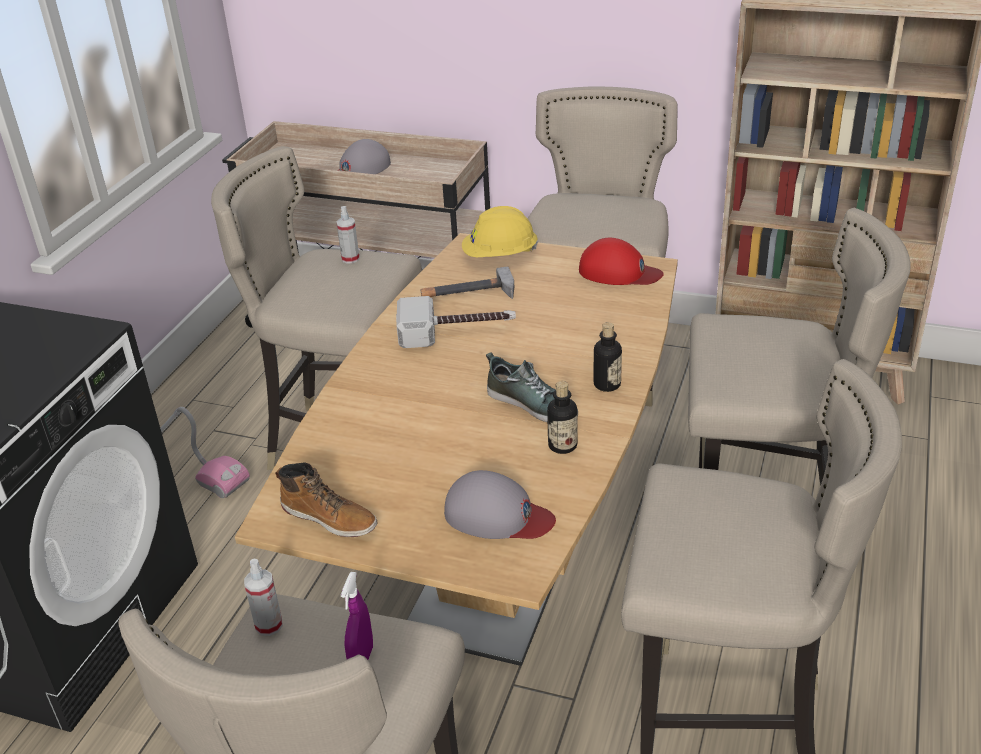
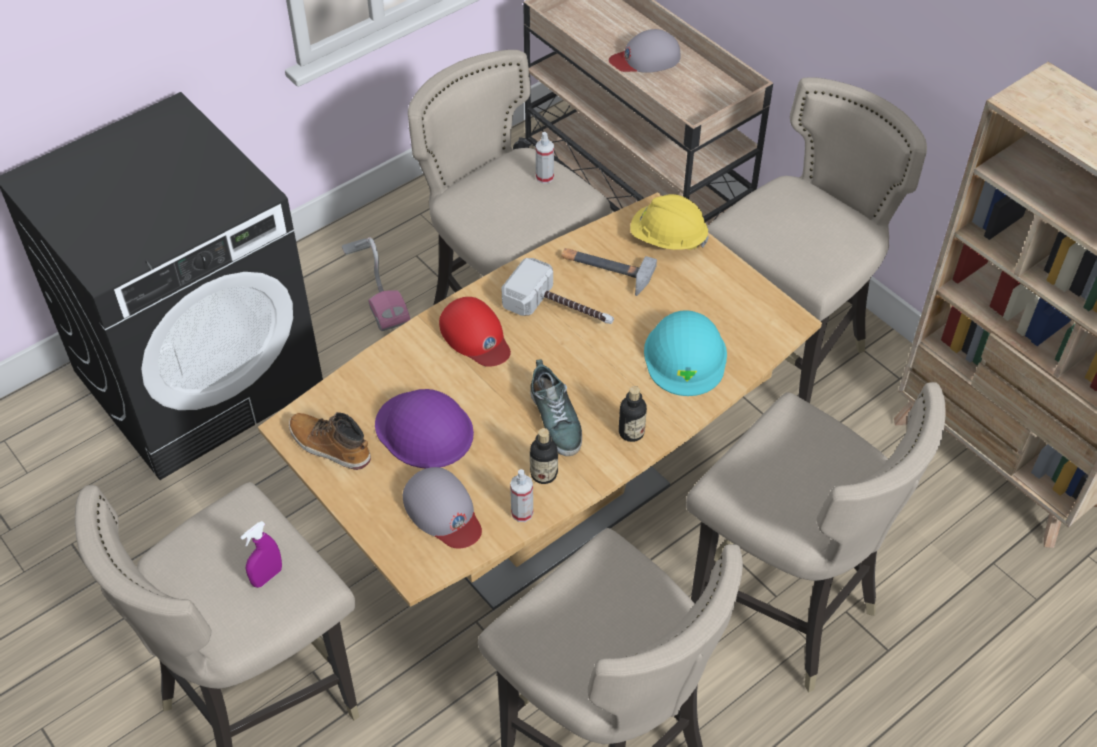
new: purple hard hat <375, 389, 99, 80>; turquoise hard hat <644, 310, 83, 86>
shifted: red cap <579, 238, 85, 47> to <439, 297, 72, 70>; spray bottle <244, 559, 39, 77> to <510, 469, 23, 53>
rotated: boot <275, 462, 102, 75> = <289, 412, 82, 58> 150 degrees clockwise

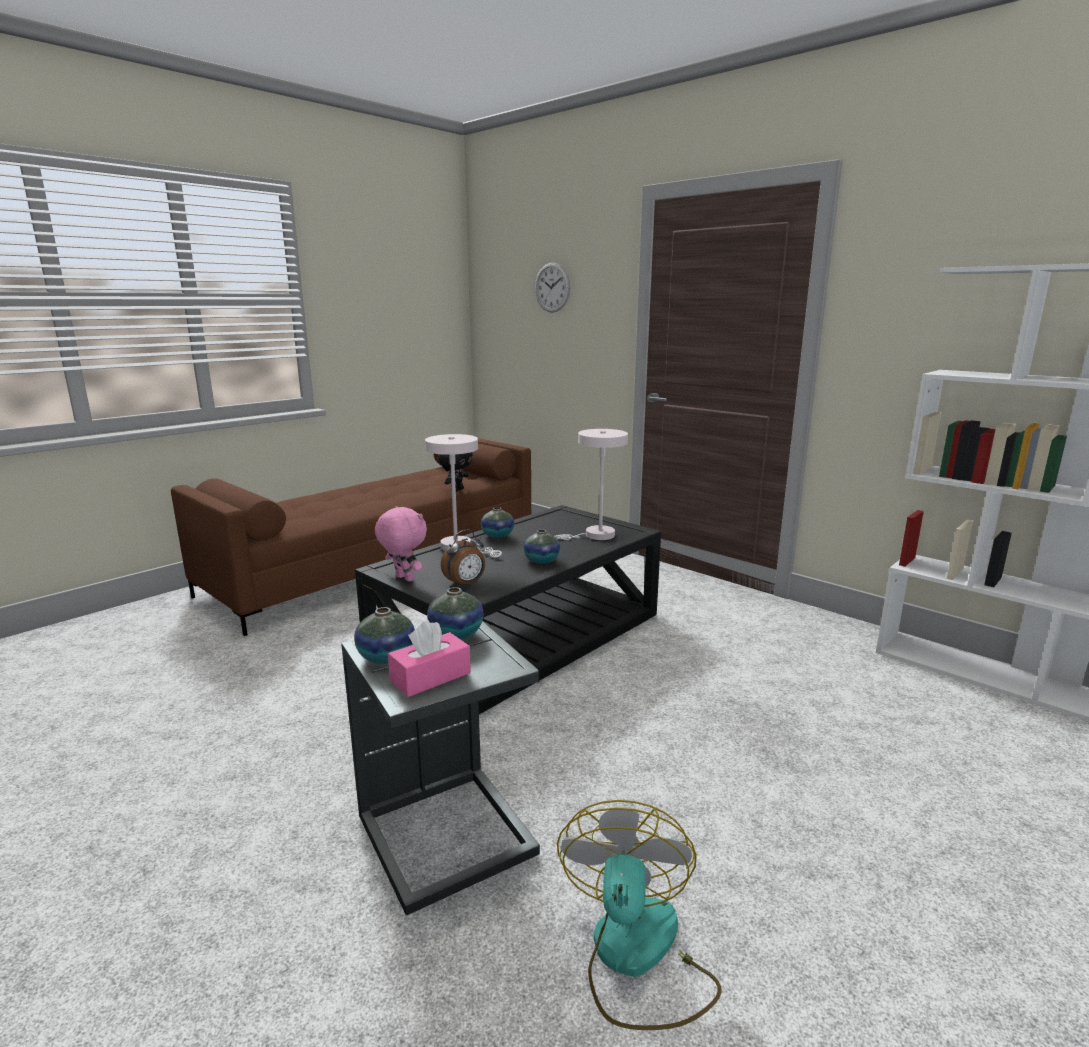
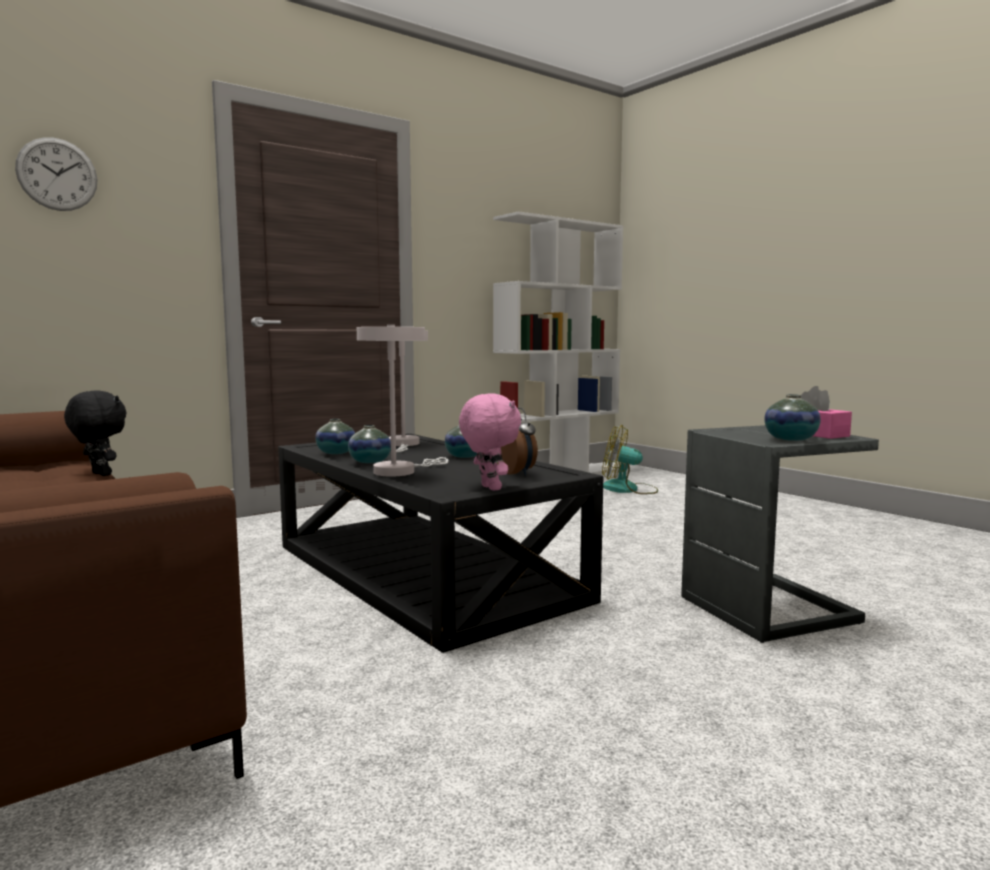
shifted: vase <427, 587, 56, 52> to <315, 419, 40, 35>; fan <557, 800, 165, 230> to <602, 425, 56, 69>
rotated: pink plush toy <375, 506, 52, 76> = <459, 393, 62, 97> 105 degrees clockwise

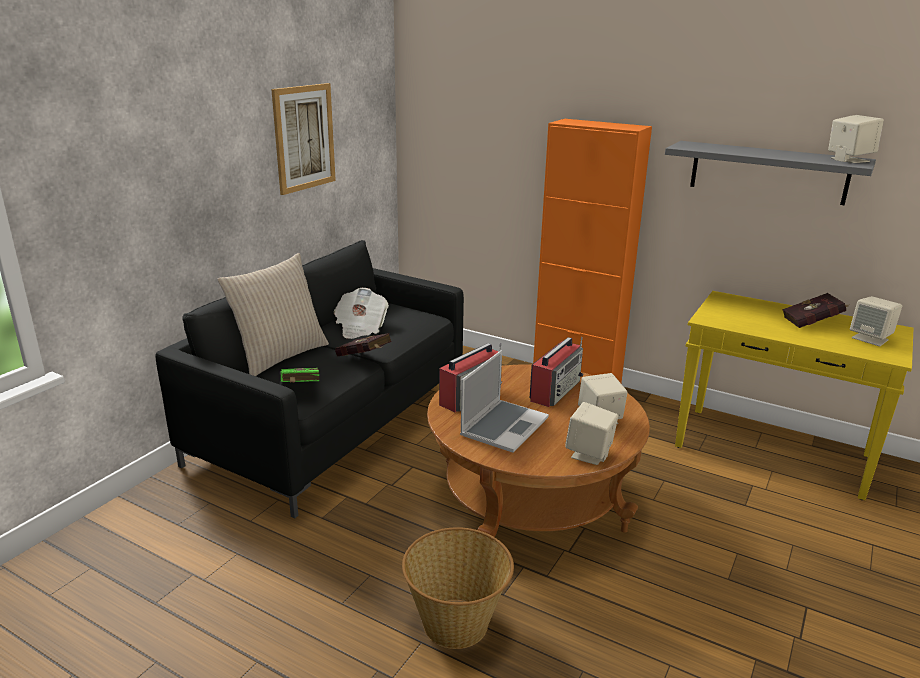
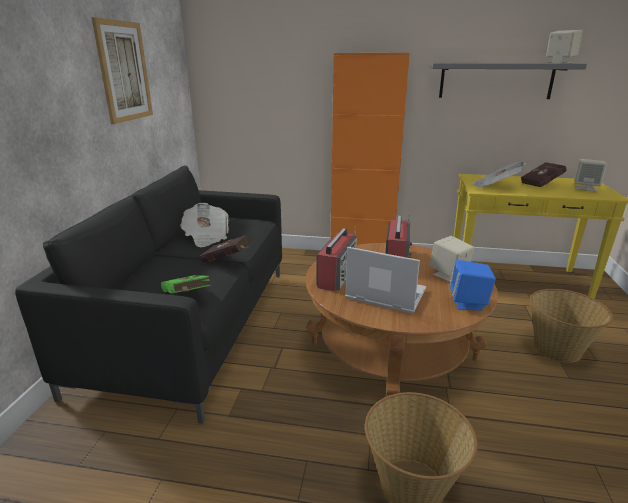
gone: beige pillow <217, 253, 112, 123>
new: newspaper <472, 162, 54, 26>; basket <530, 289, 83, 74>
repainted: beige speaker <565, 402, 53, 63> to blue speaker <450, 260, 46, 51>
rotated: laptop <460, 350, 89, 103> = <345, 247, 81, 67> 75 degrees counterclockwise

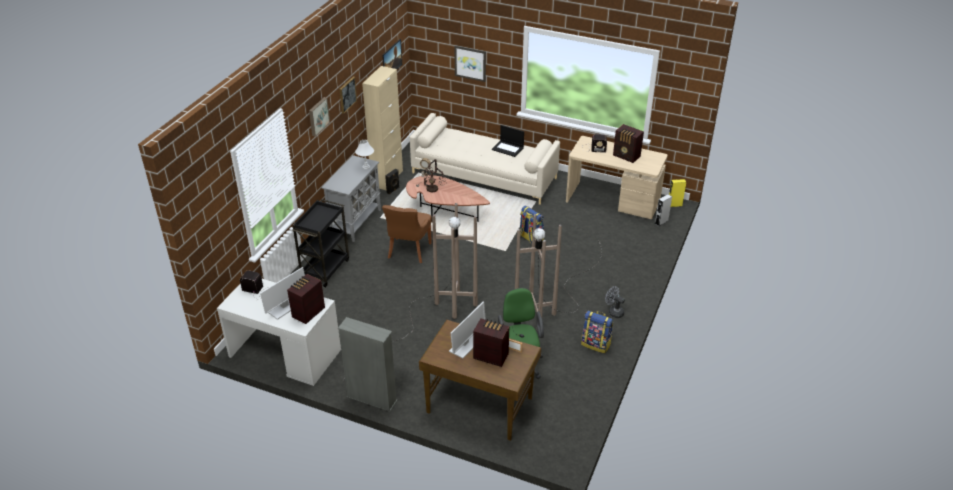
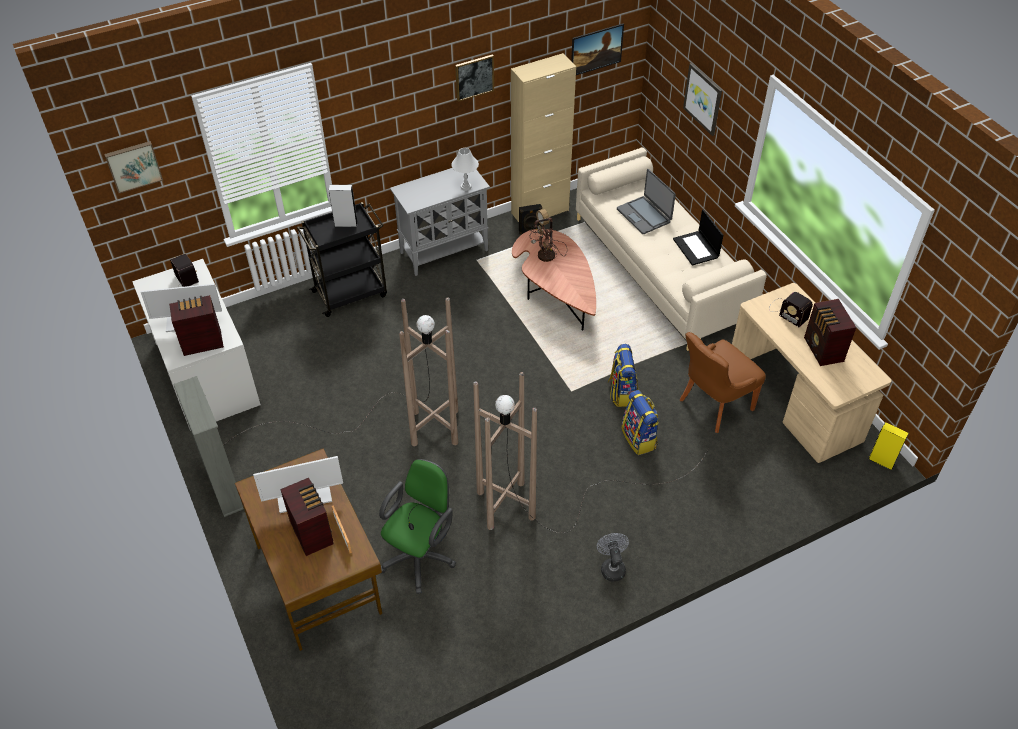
new: laptop <617, 169, 59, 65>
shifted: picture <309, 97, 21, 40> to <104, 141, 59, 52>; grey speaker <655, 194, 17, 32> to <329, 185, 29, 42>; backpack <581, 311, 32, 42> to <621, 390, 38, 65>; brown chair <382, 205, 50, 58> to <680, 332, 86, 101>

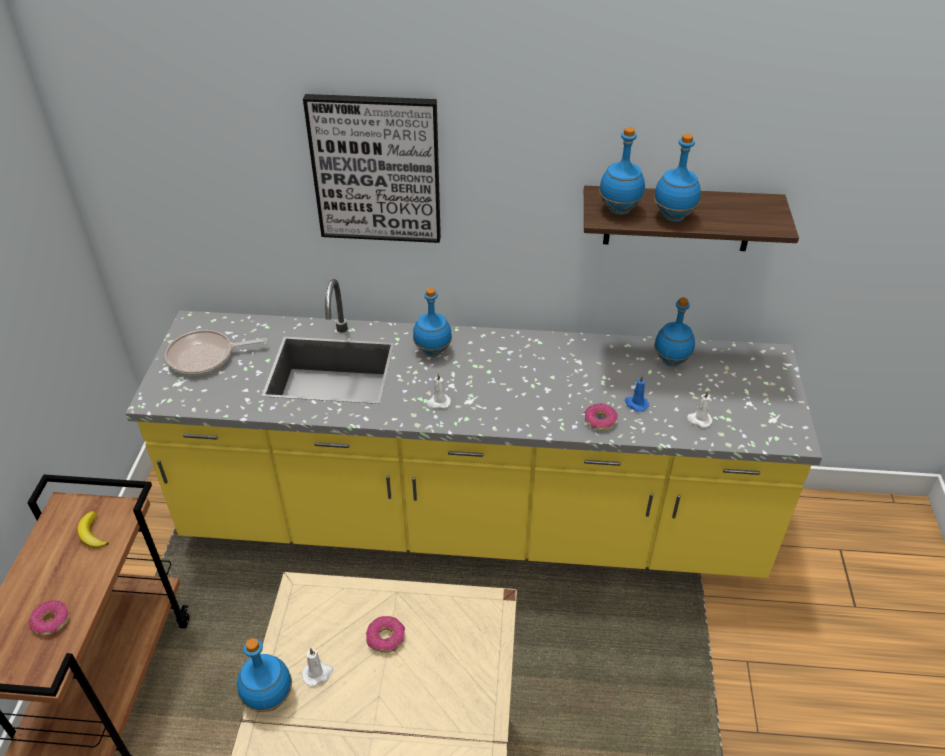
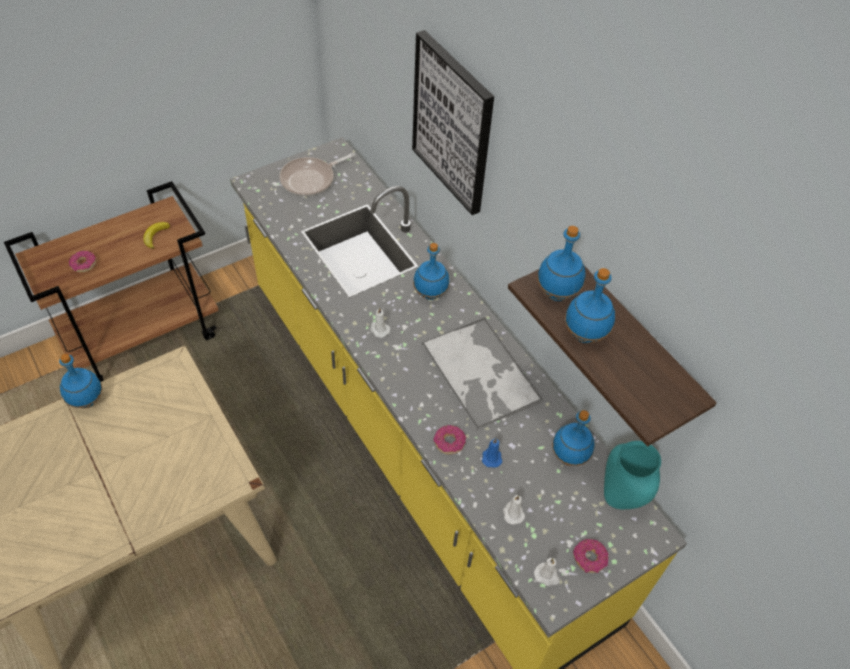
new: tray <422, 317, 121, 113>; turquoise vase <604, 441, 57, 68>
shifted: white candle <302, 648, 31, 39> to <534, 558, 26, 28>; donut <366, 616, 39, 37> to <573, 539, 35, 34>
rotated: frying pan <165, 330, 103, 46> = <280, 153, 75, 43> 75 degrees counterclockwise

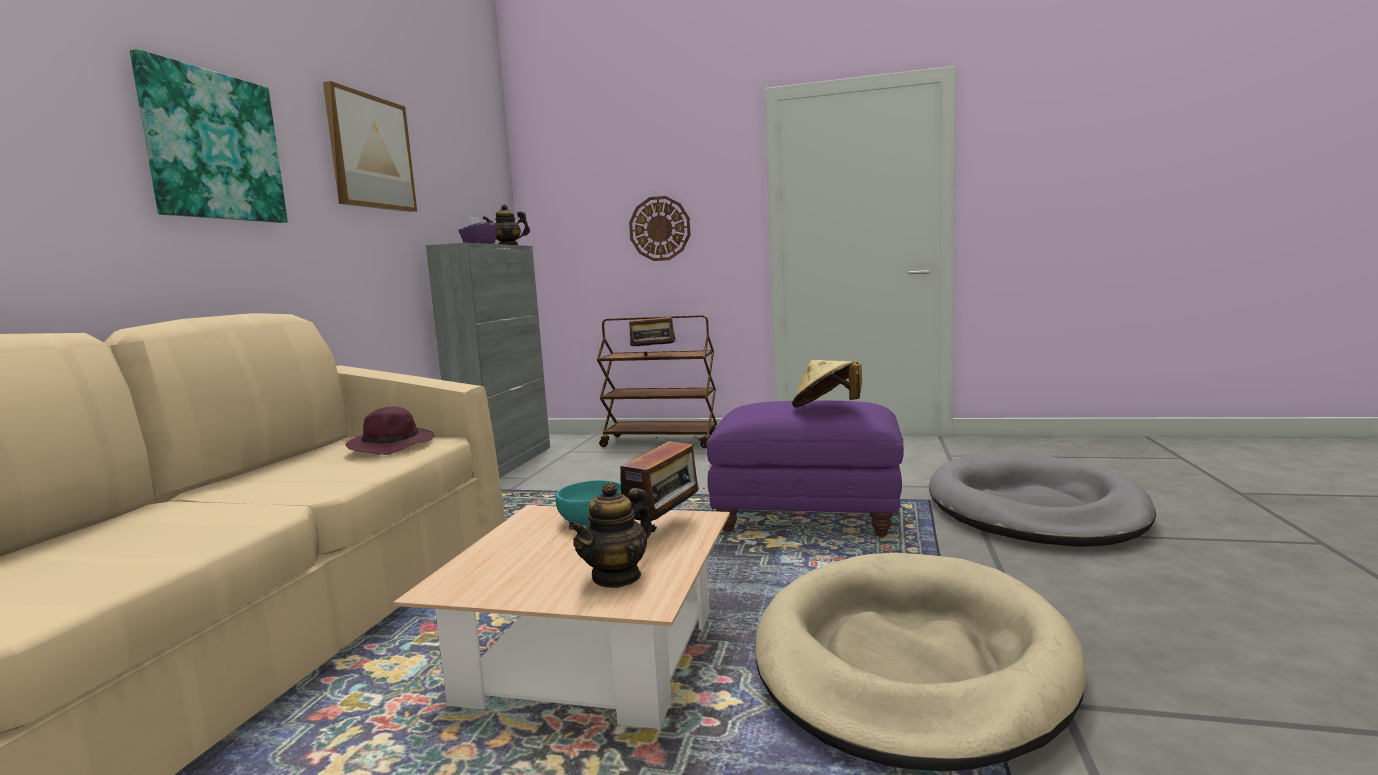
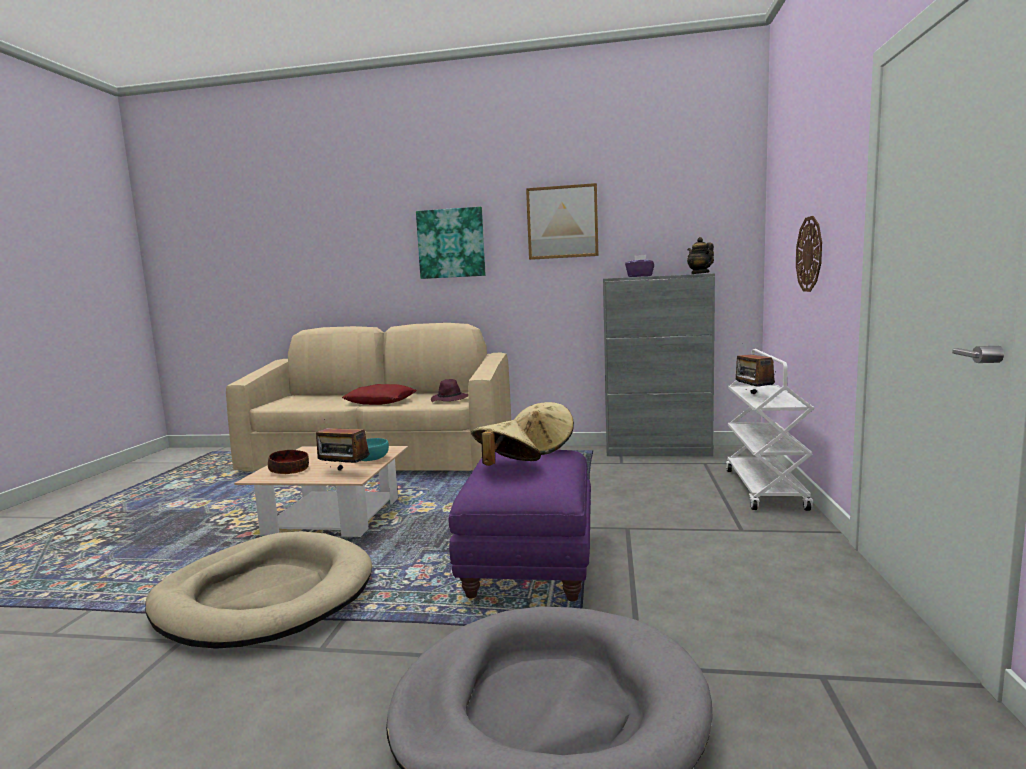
new: red pillow <342, 384, 75, 21>; beige hat <514, 402, 60, 53>
swapped: teapot <568, 481, 84, 107> to bowl <268, 450, 41, 24>
repainted: brown cart <597, 315, 121, 133> to white cart <726, 349, 88, 162>

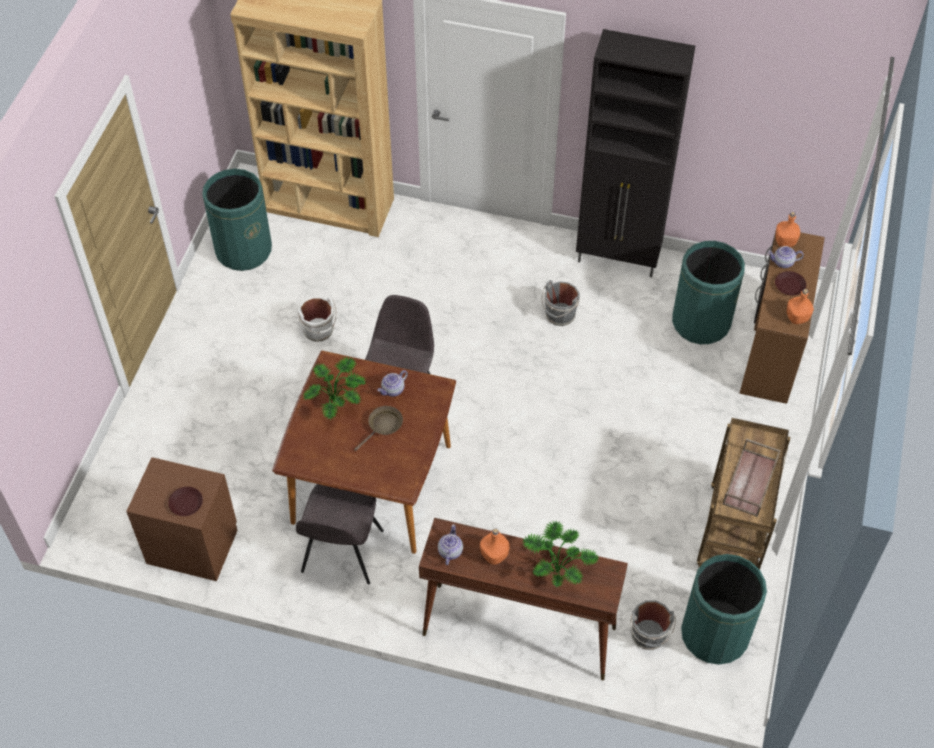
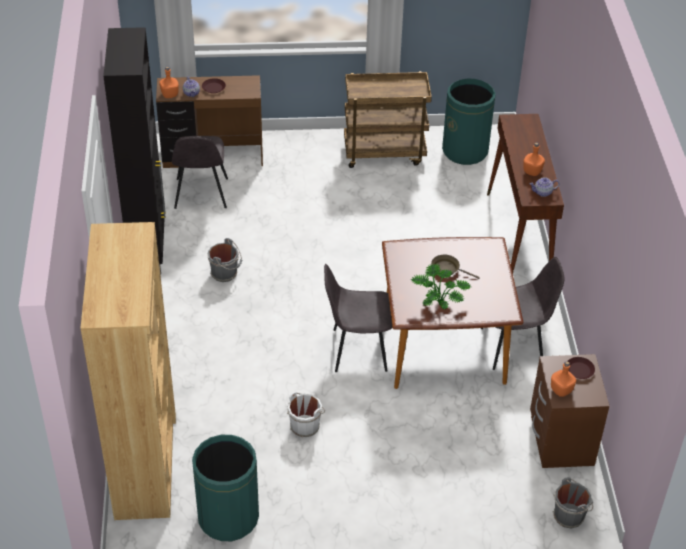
gone: teapot <377, 370, 31, 27>; potted plant <523, 520, 76, 68>; brown tray <722, 439, 59, 78>
shifted: orange bottle <787, 289, 27, 35> to <551, 361, 25, 36>; grey bucket <630, 601, 46, 49> to <553, 477, 40, 52>
swapped: green trash can <672, 241, 73, 103> to grey chair <172, 136, 56, 73>

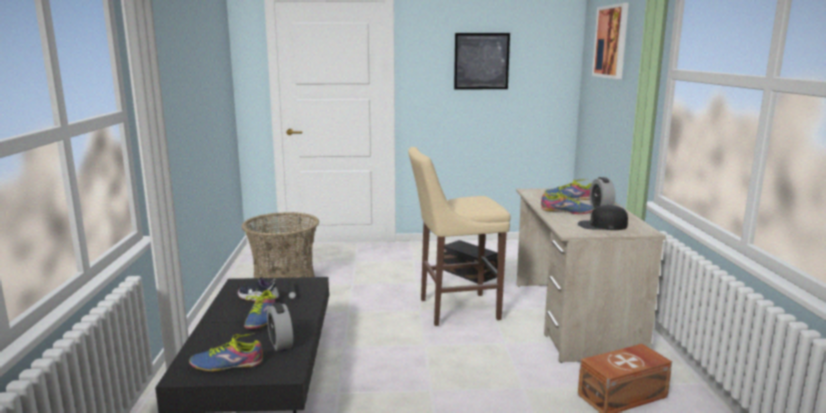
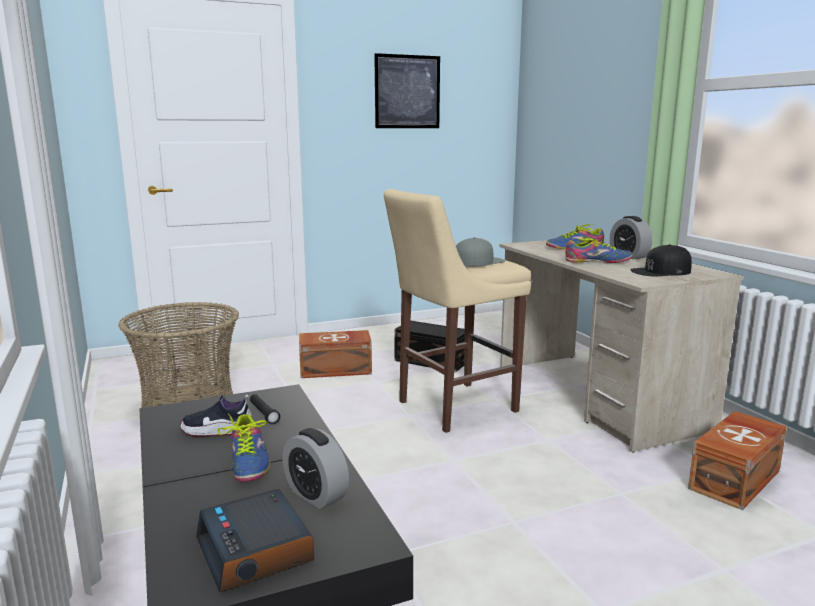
gone: picture <592, 3, 37, 76>
new: brown storage box <299, 330, 73, 48>; grey cap <456, 237, 49, 30>
swapped: shoe <189, 333, 74, 39> to alarm clock <196, 489, 118, 103>

